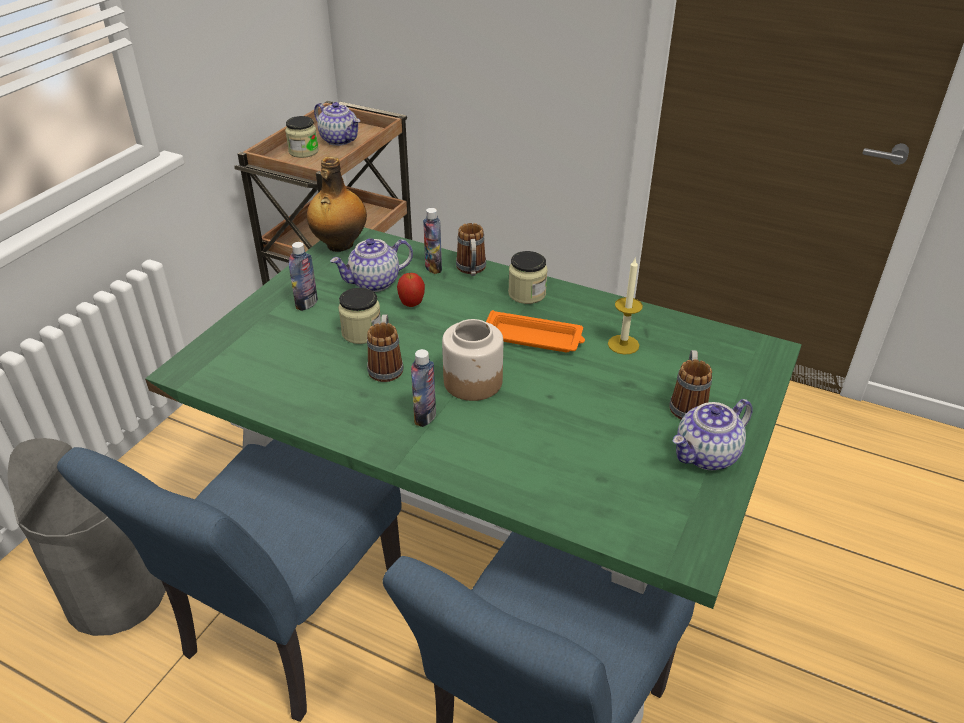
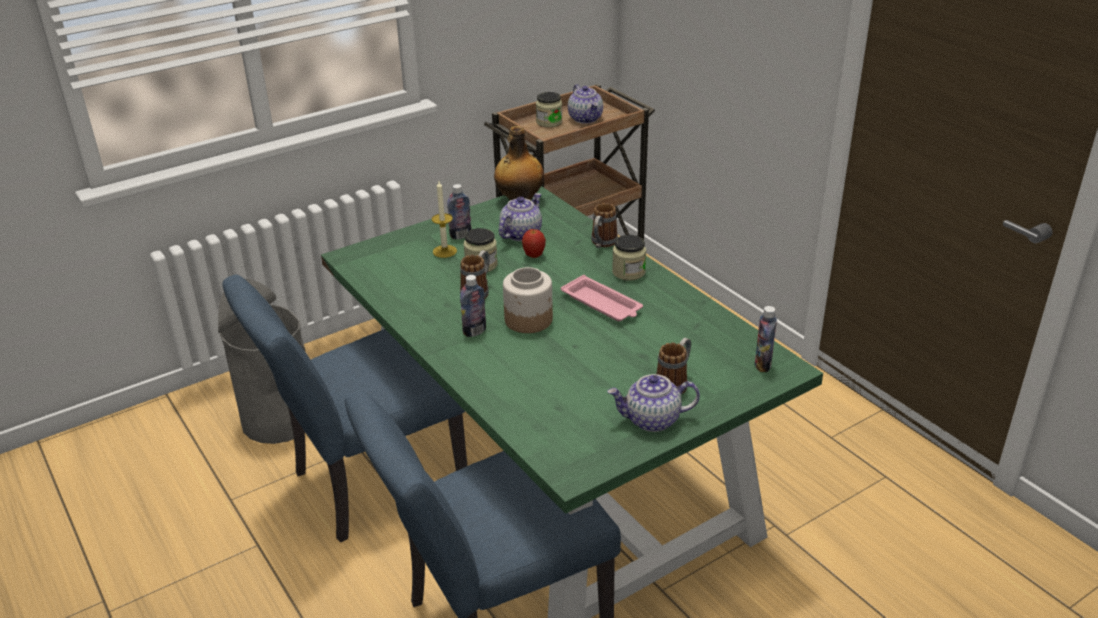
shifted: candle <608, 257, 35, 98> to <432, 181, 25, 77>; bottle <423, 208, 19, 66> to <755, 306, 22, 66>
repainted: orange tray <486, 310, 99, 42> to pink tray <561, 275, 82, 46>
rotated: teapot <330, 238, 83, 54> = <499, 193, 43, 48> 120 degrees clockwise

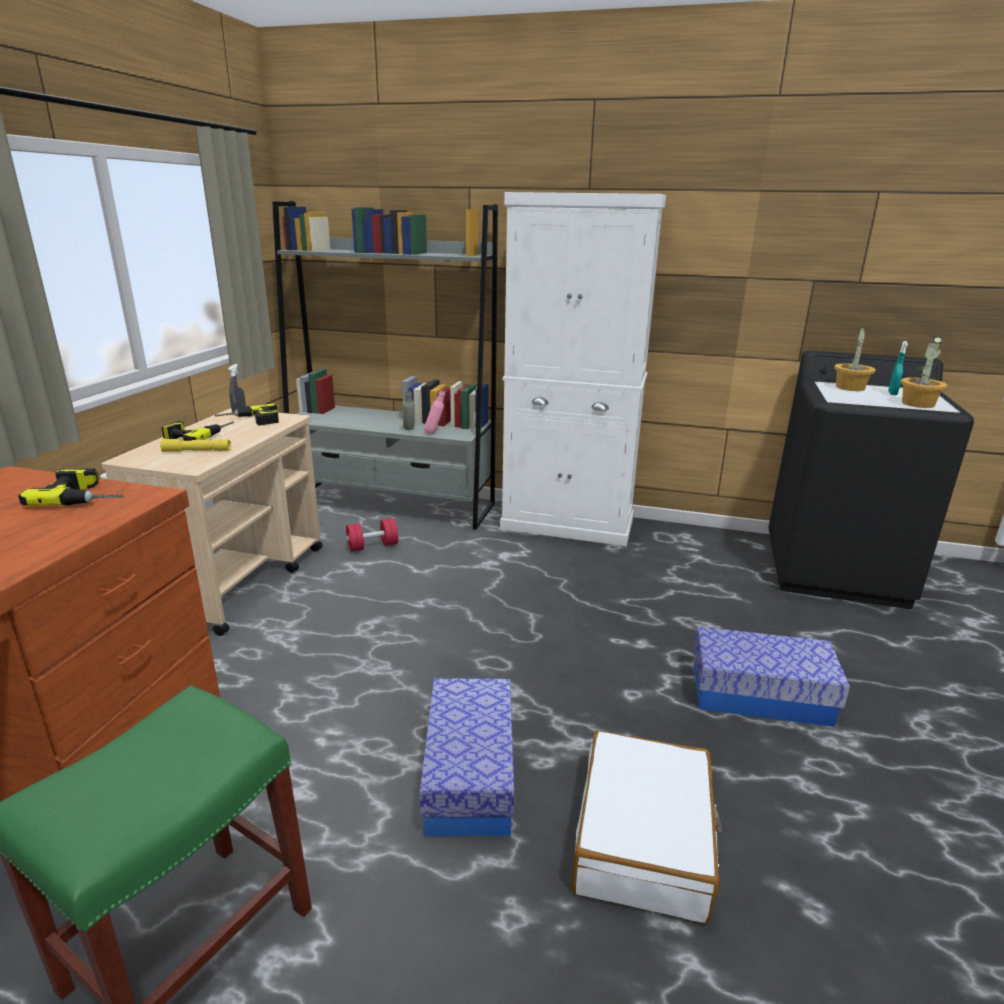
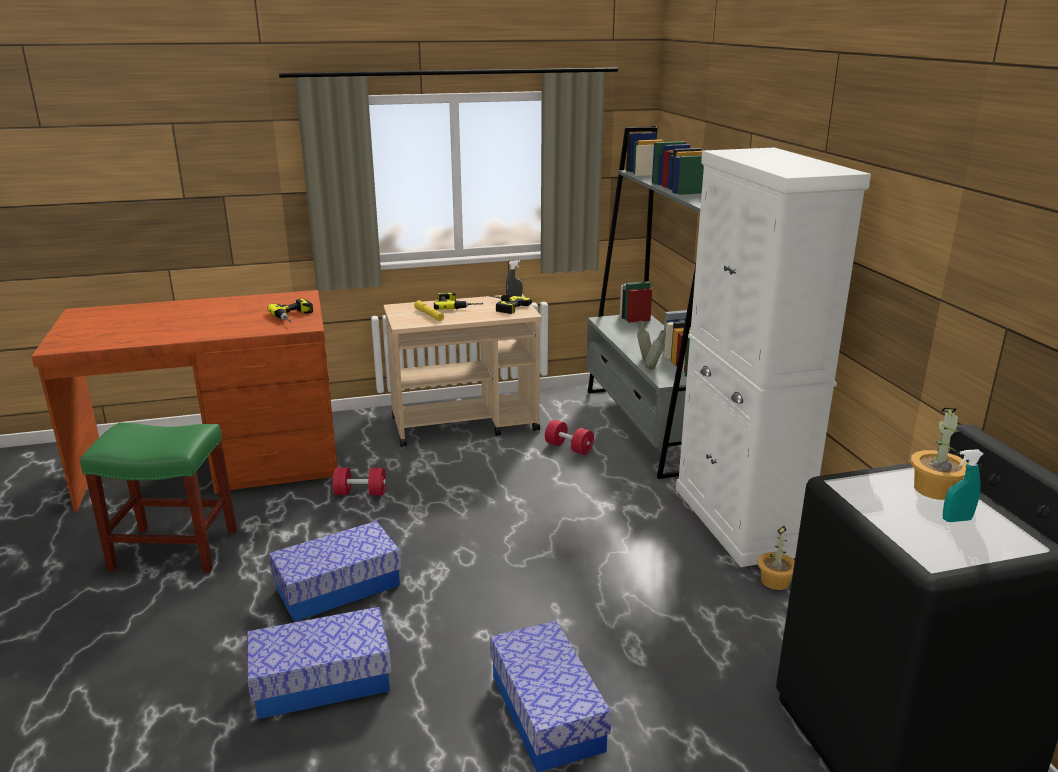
new: red dumbbell <333, 467, 53, 28>
shifted: potted plant <900, 336, 47, 72> to <758, 526, 37, 64>
swapped: white suitcase <572, 730, 150, 194> to storage box <247, 607, 145, 112>
repainted: pink bottle <424, 390, 21, 44> to grey bottle <644, 330, 22, 40>

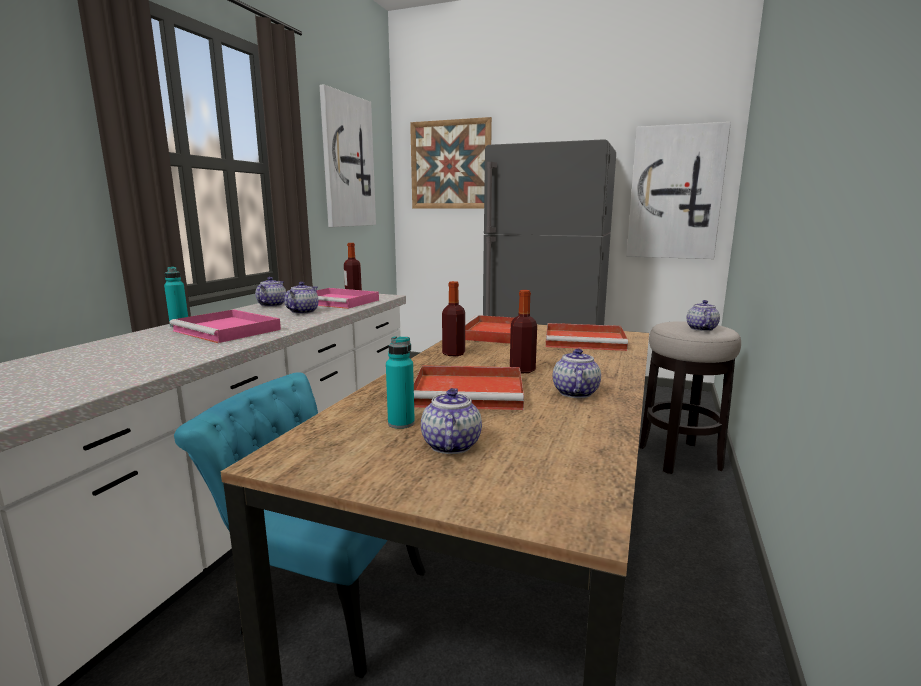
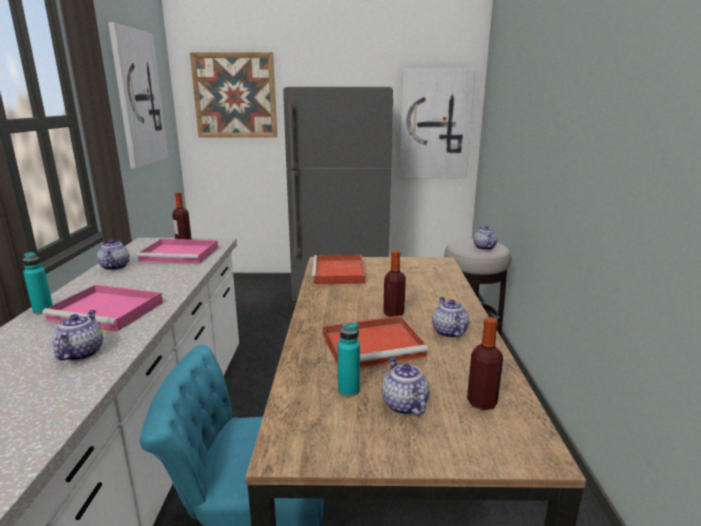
gone: red tray <546, 323, 82, 28>
shifted: teapot <284, 282, 34, 32> to <52, 310, 51, 51>; bottle <442, 281, 23, 75> to <467, 317, 36, 93>

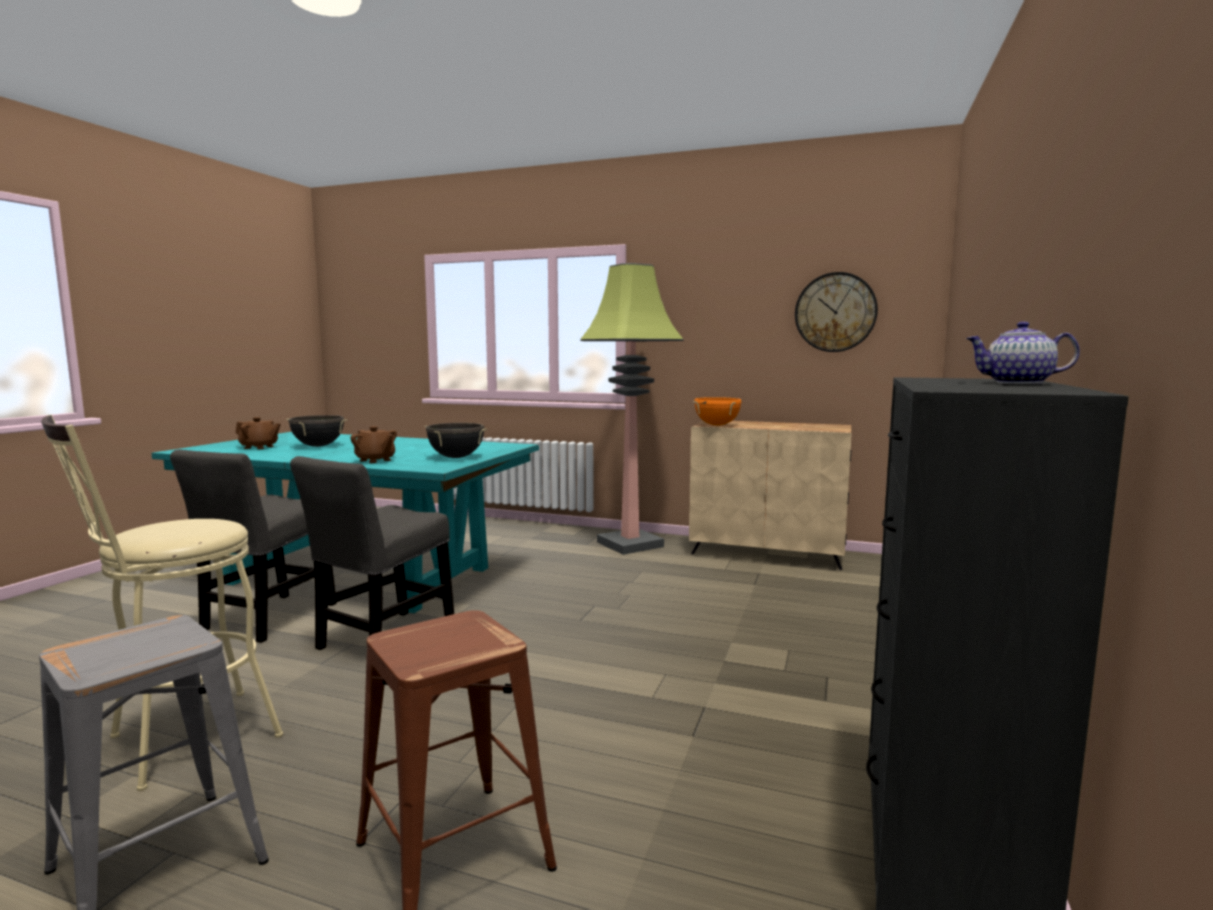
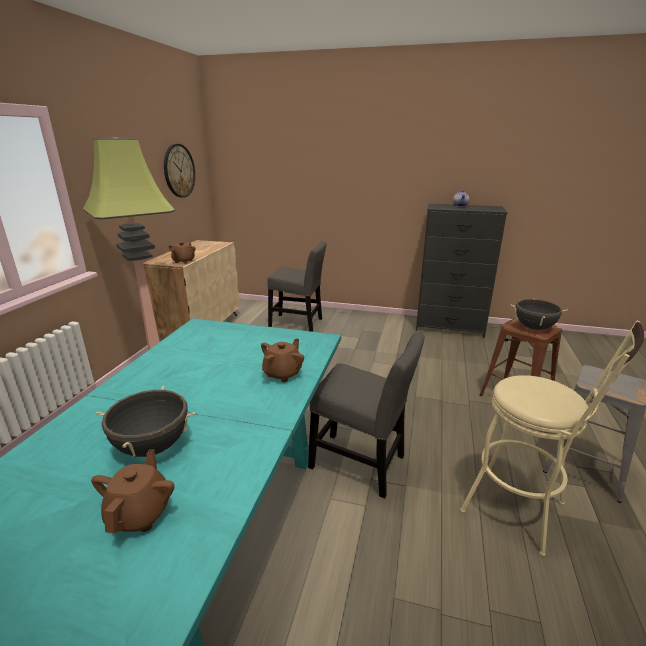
shifted: grey chair <170, 449, 167, 194> to <267, 241, 60, 91>; black cooking pot <425, 423, 62, 35> to <511, 298, 57, 32>
swapped: orange cooking pot <693, 397, 49, 29> to brown teapot <168, 242, 27, 22>

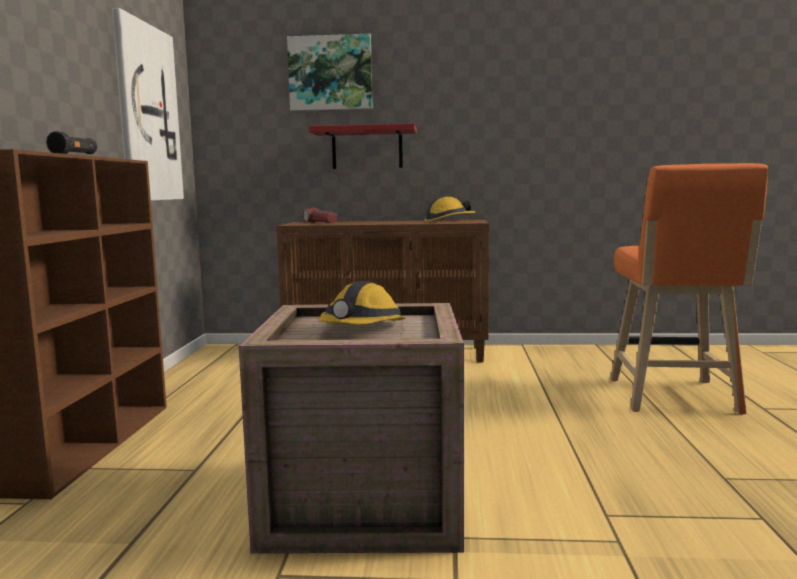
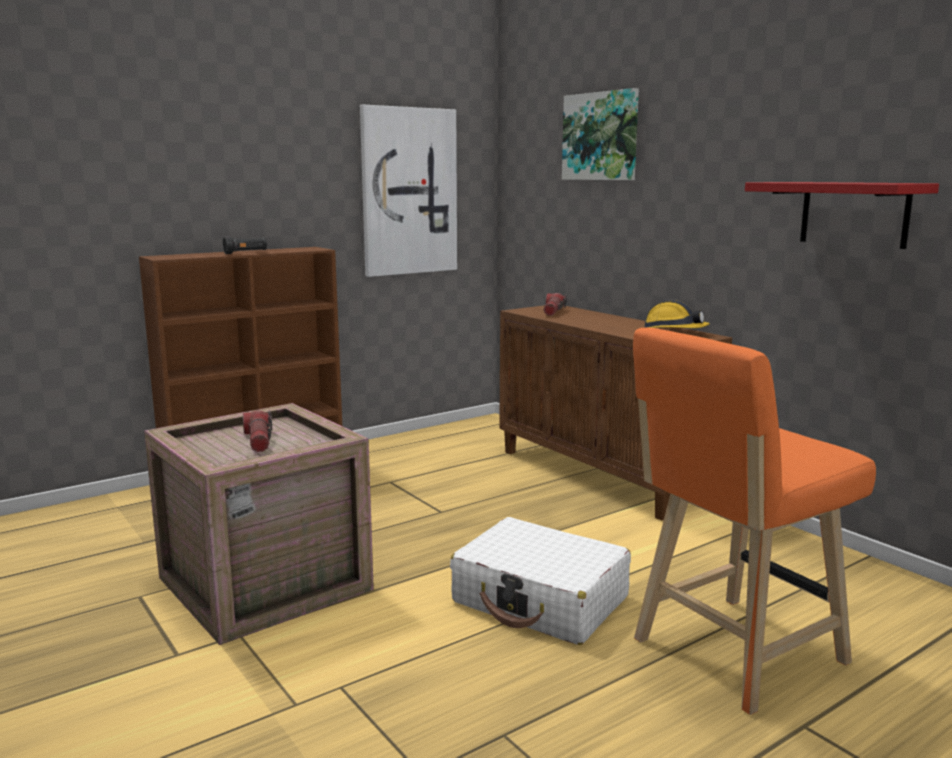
new: white suitcase <450, 517, 181, 128>
shifted: red shelf <308, 123, 109, 46> to <745, 182, 194, 67>
swapped: hard hat <318, 281, 88, 44> to flashlight <243, 410, 29, 42>

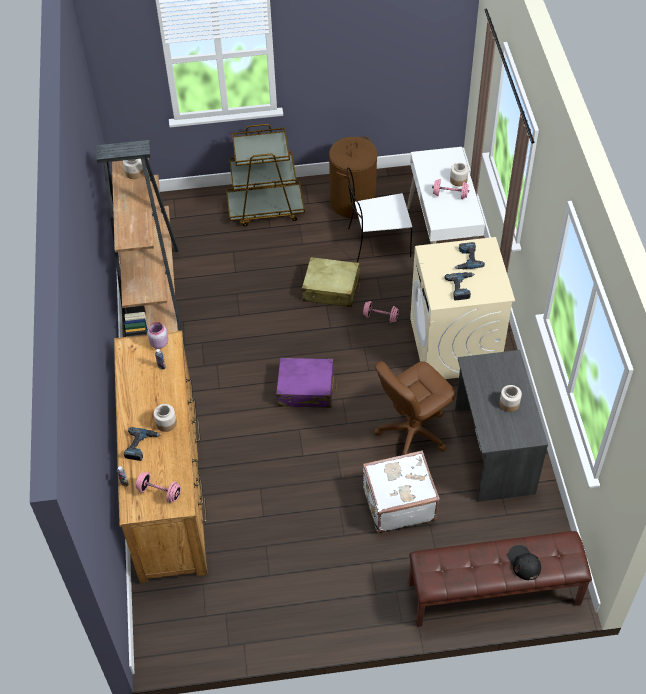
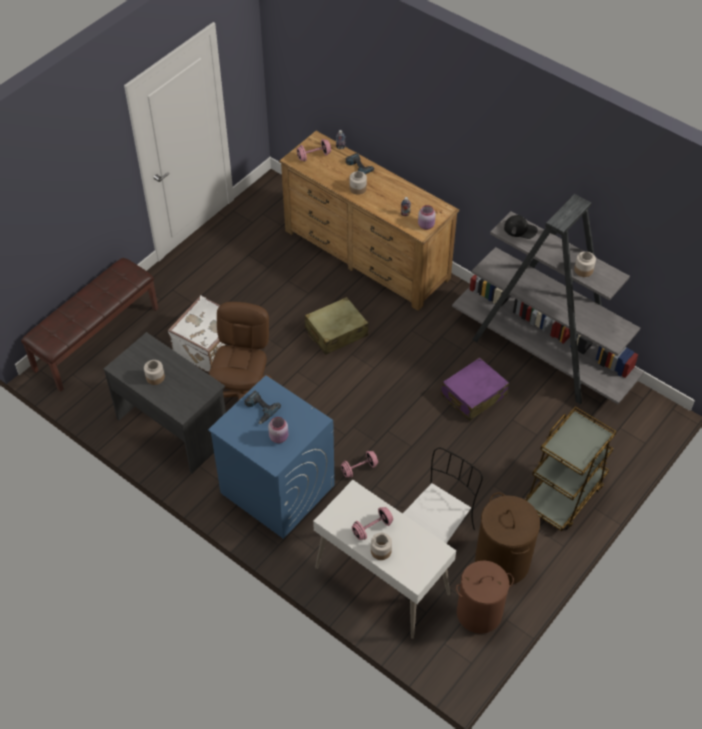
new: brown laundry basket <456, 560, 58, 74>
shifted: beige suitcase <302, 257, 58, 50> to <305, 297, 63, 58>; purple suitcase <276, 358, 61, 50> to <441, 357, 68, 64>; black cap <507, 545, 34, 35> to <504, 215, 34, 24>
swapped: power drill <454, 242, 31, 27> to pink jar <268, 417, 20, 26>
repainted: beige washing machine <410, 237, 105, 142> to blue washing machine <208, 375, 127, 164>; brown bookcase <96, 140, 90, 206> to grey bookcase <452, 194, 192, 211>

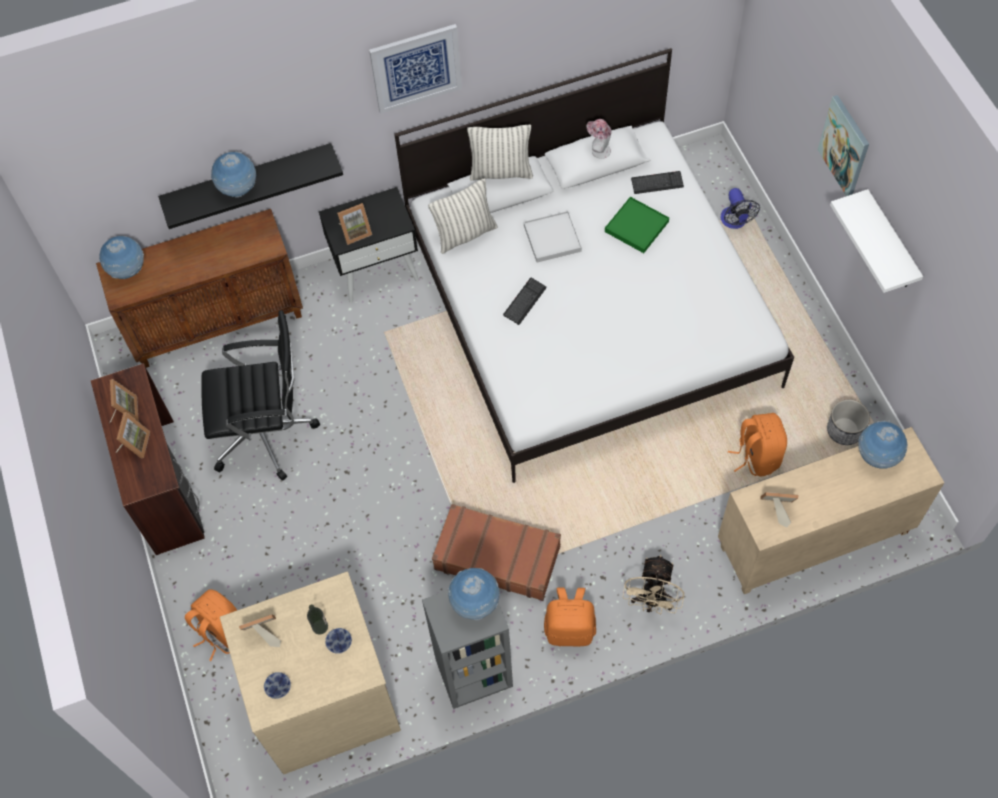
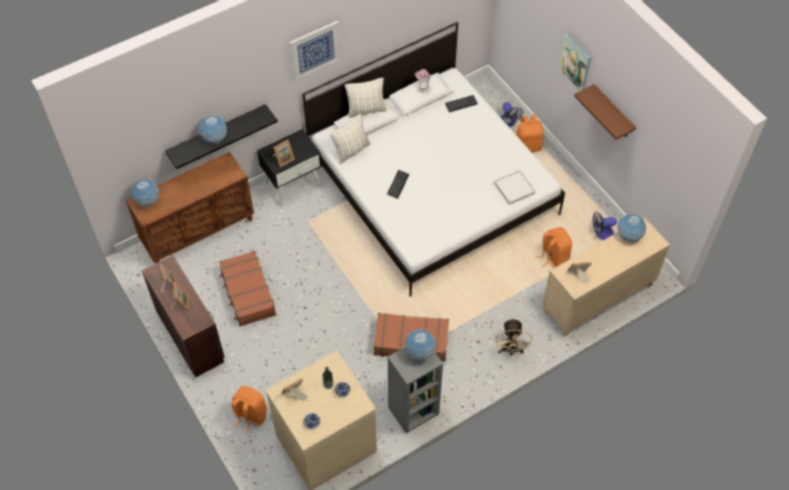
gone: green tray <605, 197, 64, 56>
shifted: white tray <524, 211, 58, 51> to <494, 170, 41, 35>; orange backpack <544, 587, 52, 60> to <516, 114, 28, 38>
swapped: black office chair <201, 310, 119, 171> to brown suitcase <219, 251, 57, 76>; planter <827, 399, 43, 46> to fan <593, 212, 24, 28>
repainted: white shelf <830, 189, 93, 104> to brown shelf <574, 84, 62, 56>

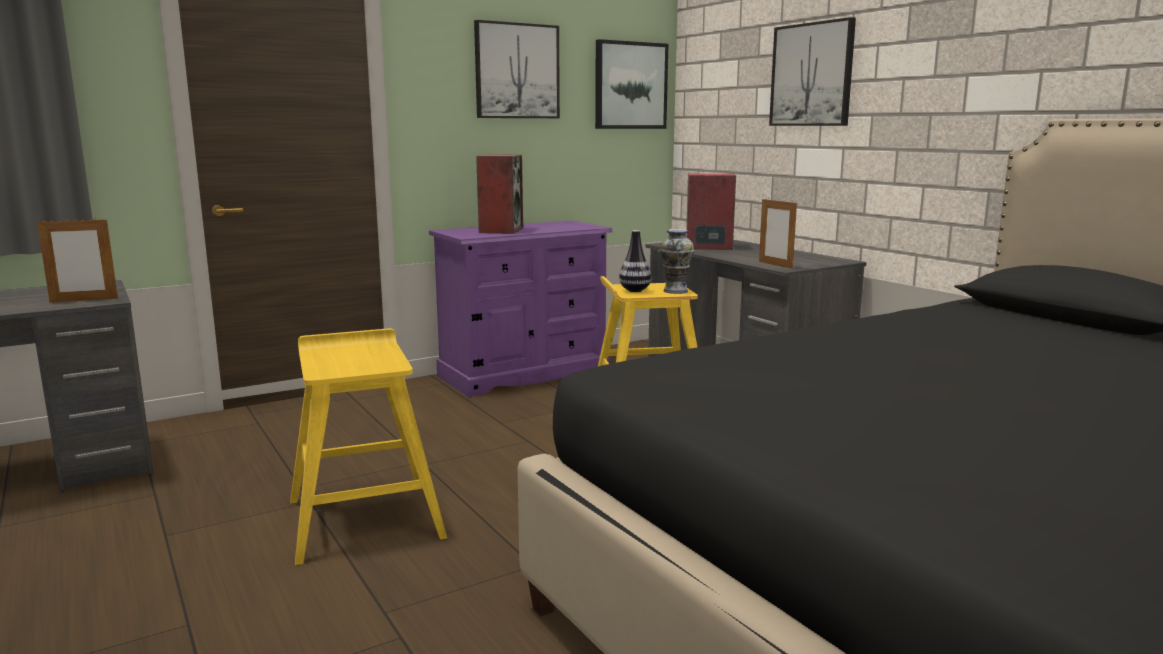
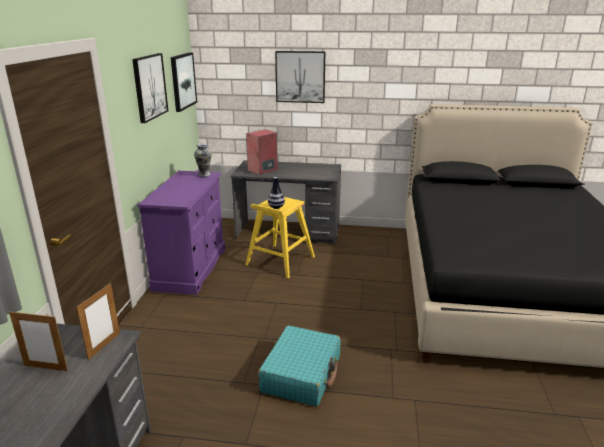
gone: speaker <476, 155, 47, 79>
shifted: picture frame <759, 198, 38, 71> to <9, 310, 59, 61>; vase <660, 229, 35, 65> to <194, 144, 18, 34>
swapped: yellow stool <290, 328, 157, 237> to turquoise suitcase <258, 325, 83, 82>

